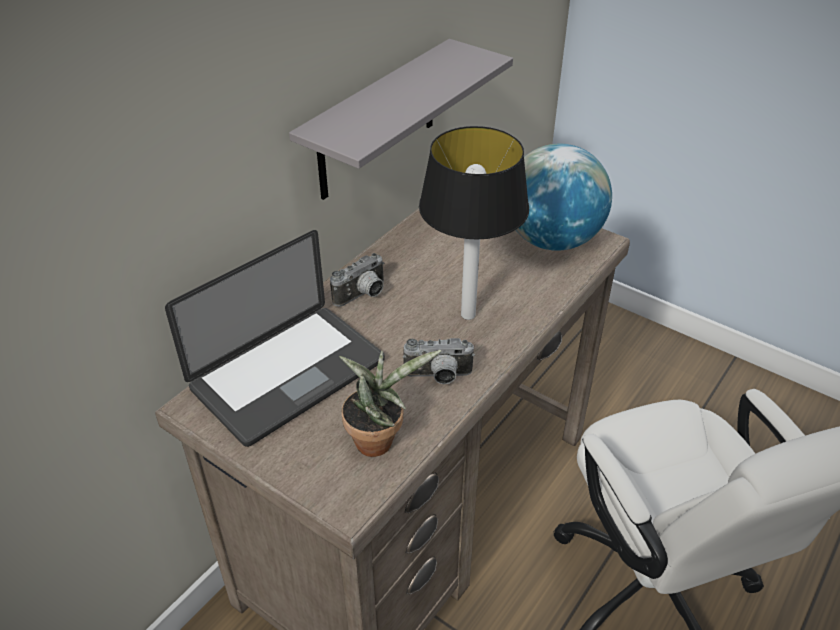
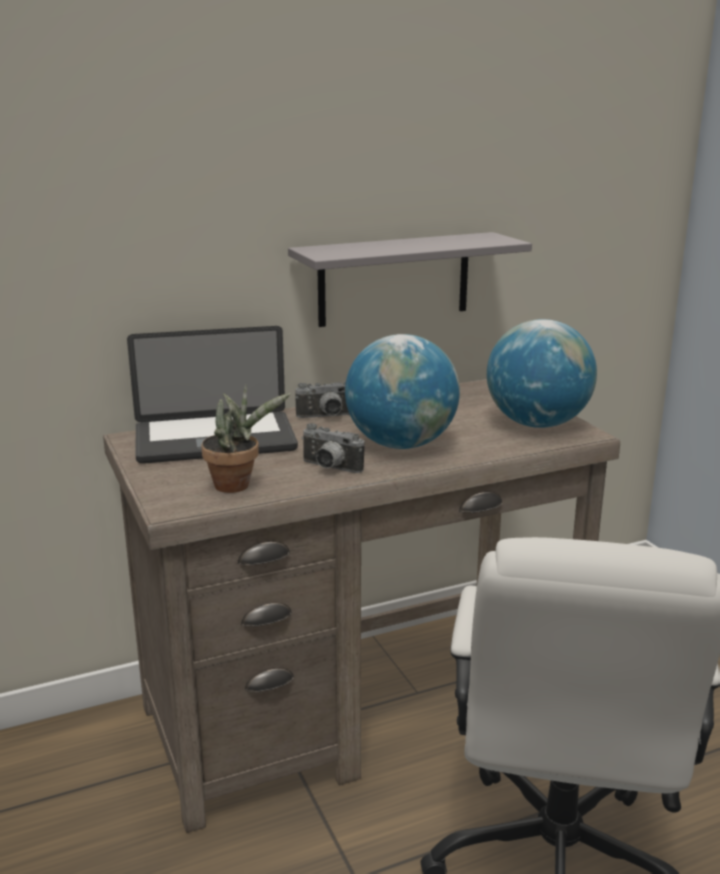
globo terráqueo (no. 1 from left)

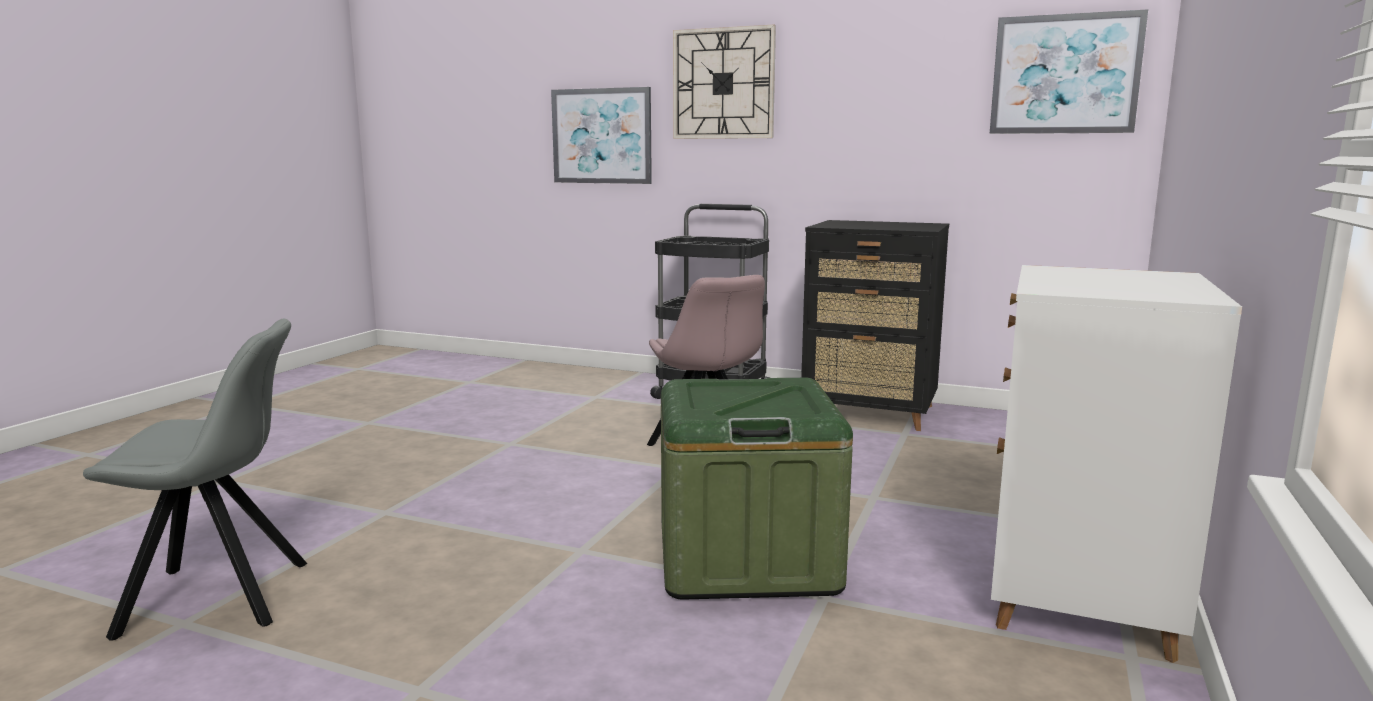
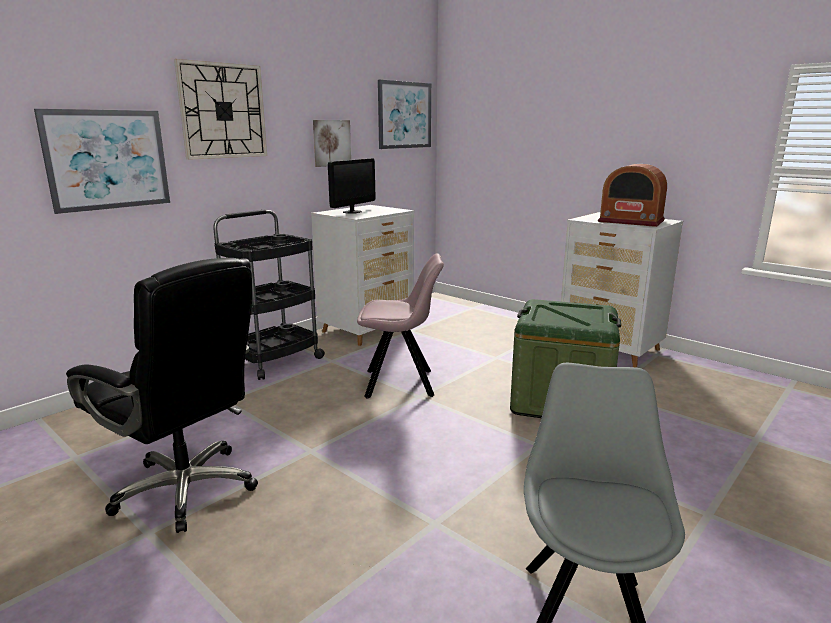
silla de oficina (negro)
cómoda (blanco) (no. 1 from left)
cuadro (no. 2 from left)
monitor
radio

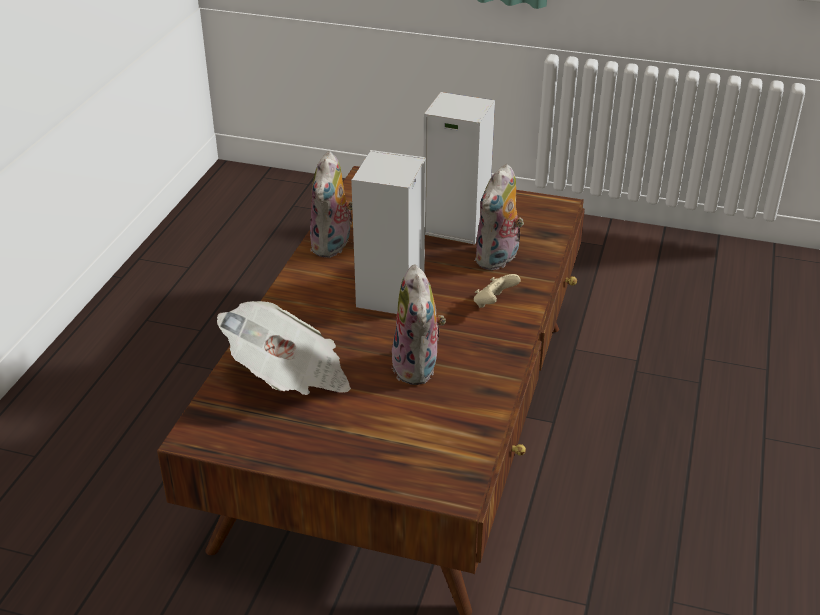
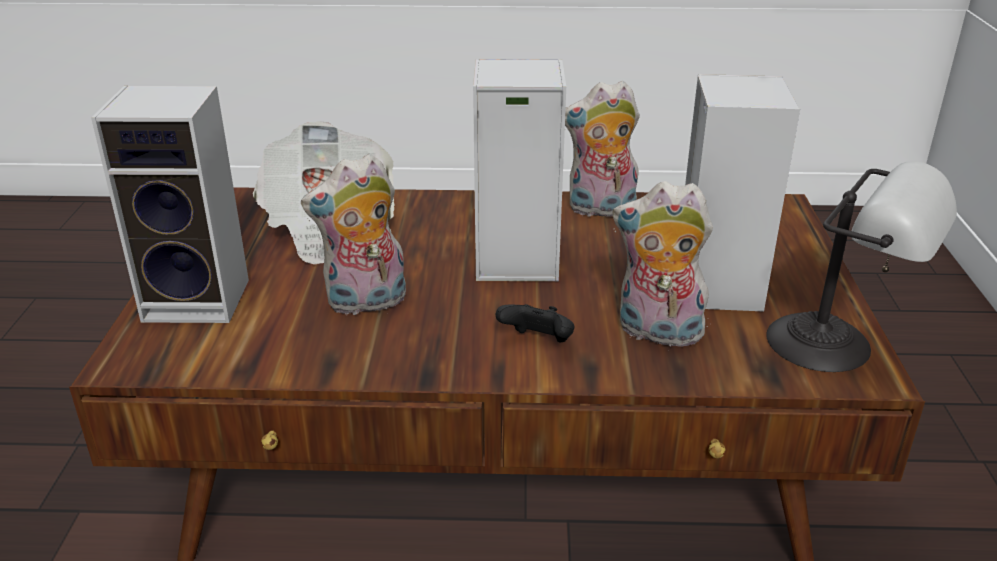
altavoz (no. 1 from left)
mando de consola (negro)
lámpara de mesa

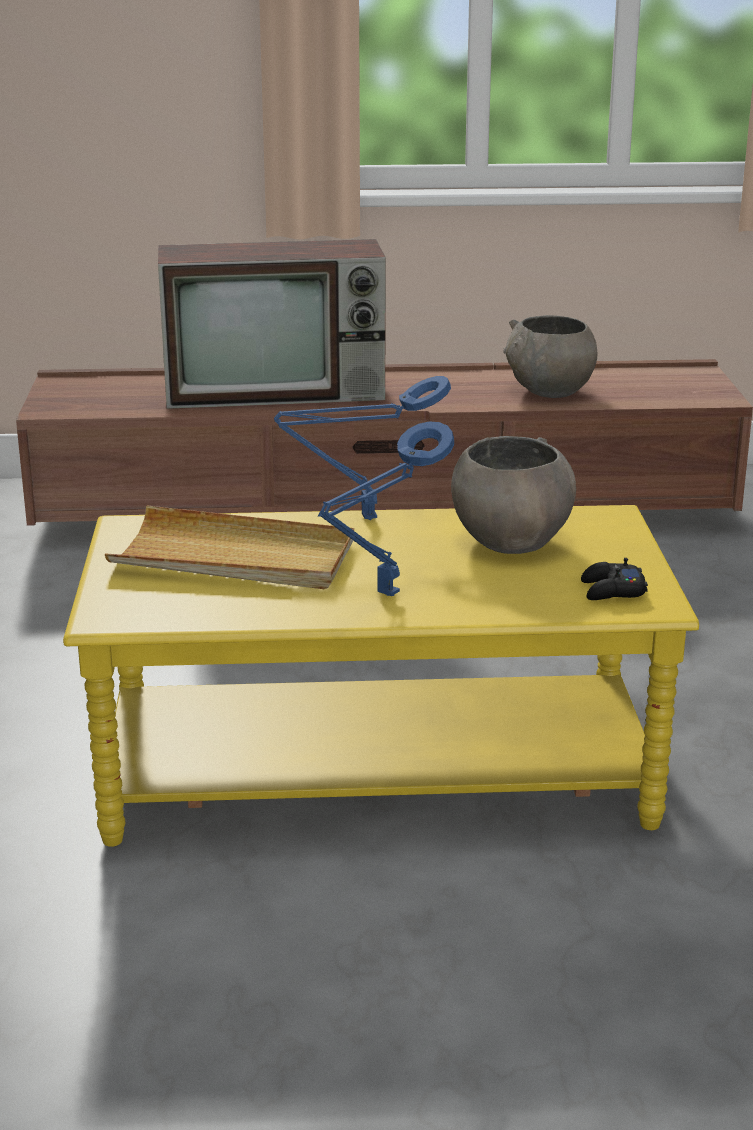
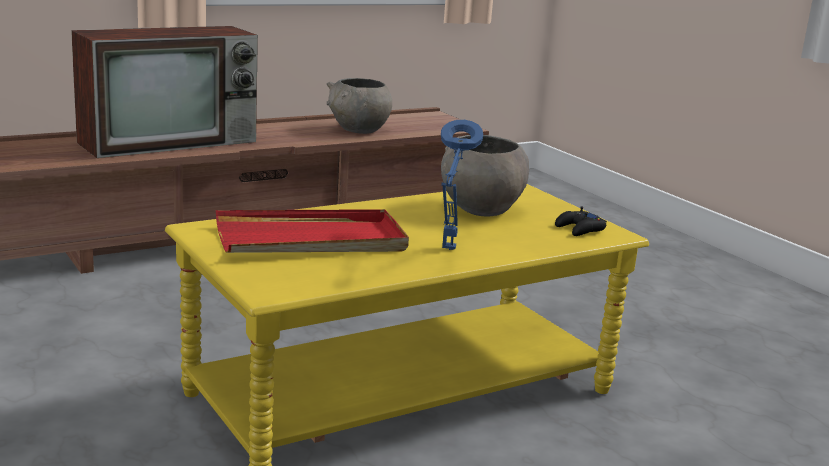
bandeja (rojo)
lámpara de mesa (azul) (no. 1 from left in the first image)

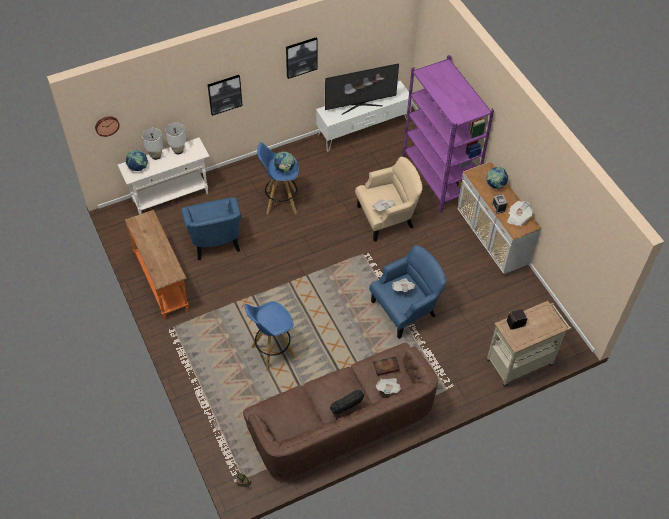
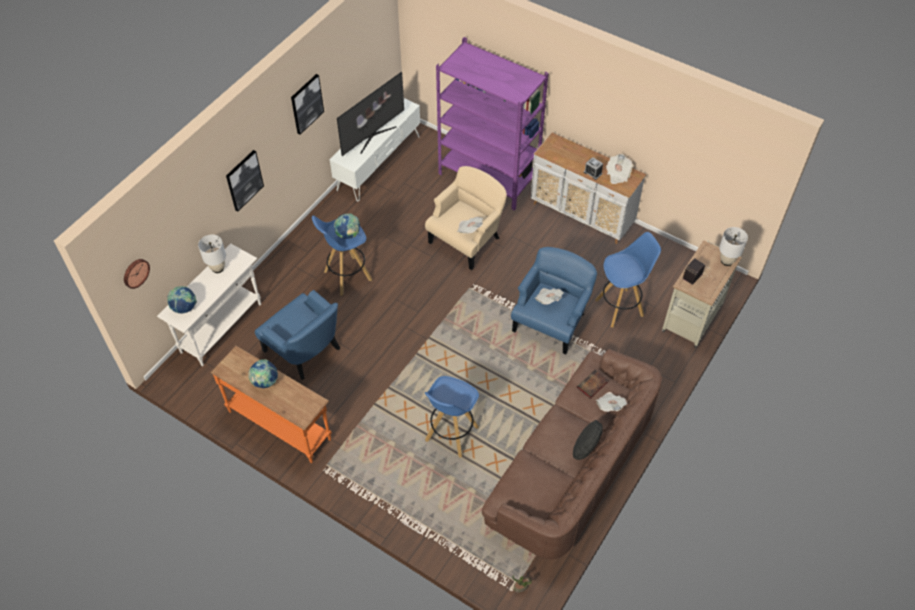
globo terráqueo (no. 2 from left)
taburete (azul) (no. 3 from left)
lámpara de mesa (blanco) (no. 2 from left)

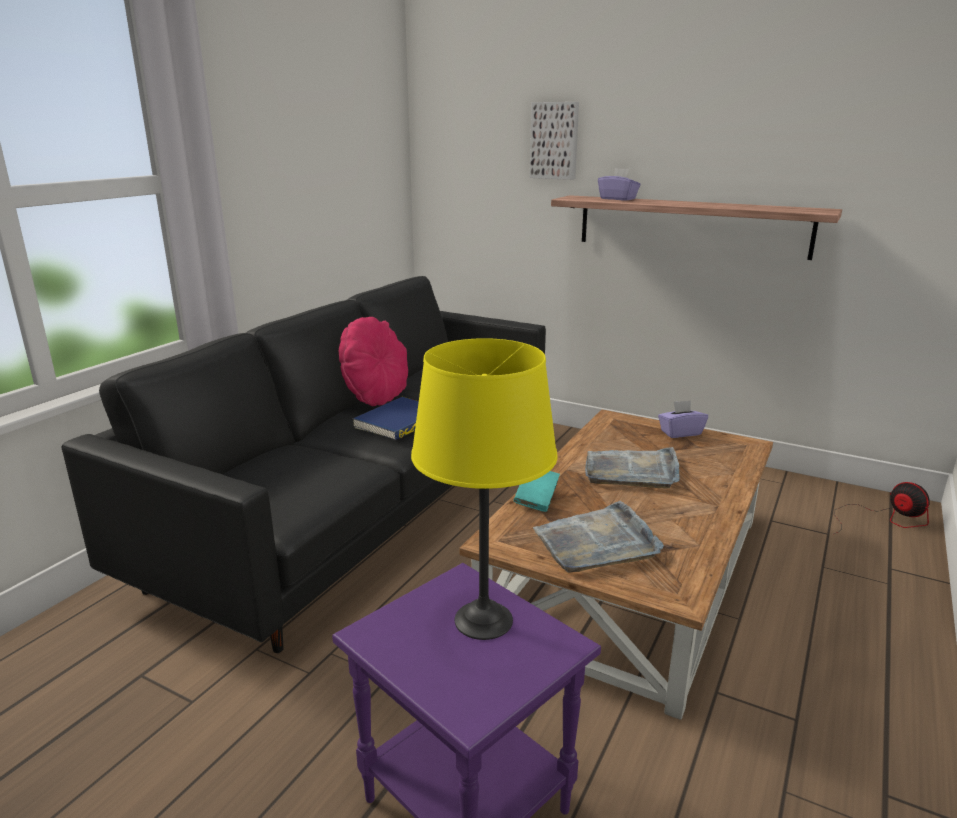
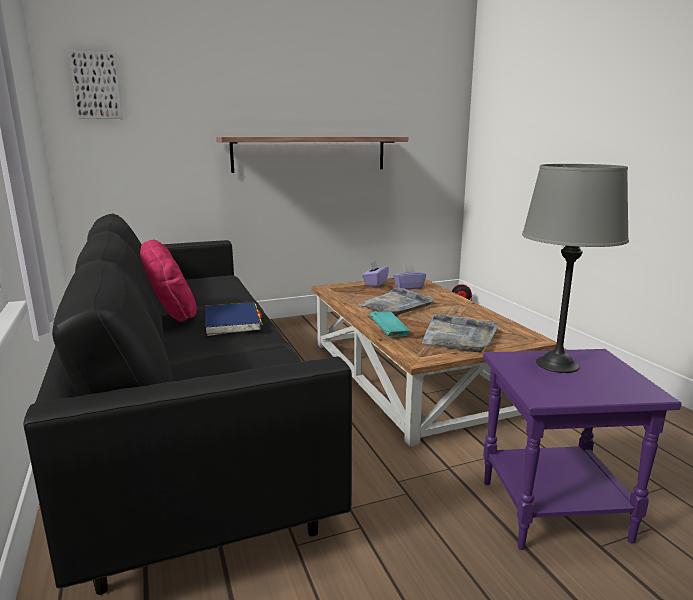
cuadro
caja de pañuelos (morado) (no. 2 from left)
lámpara de mesa (gris)

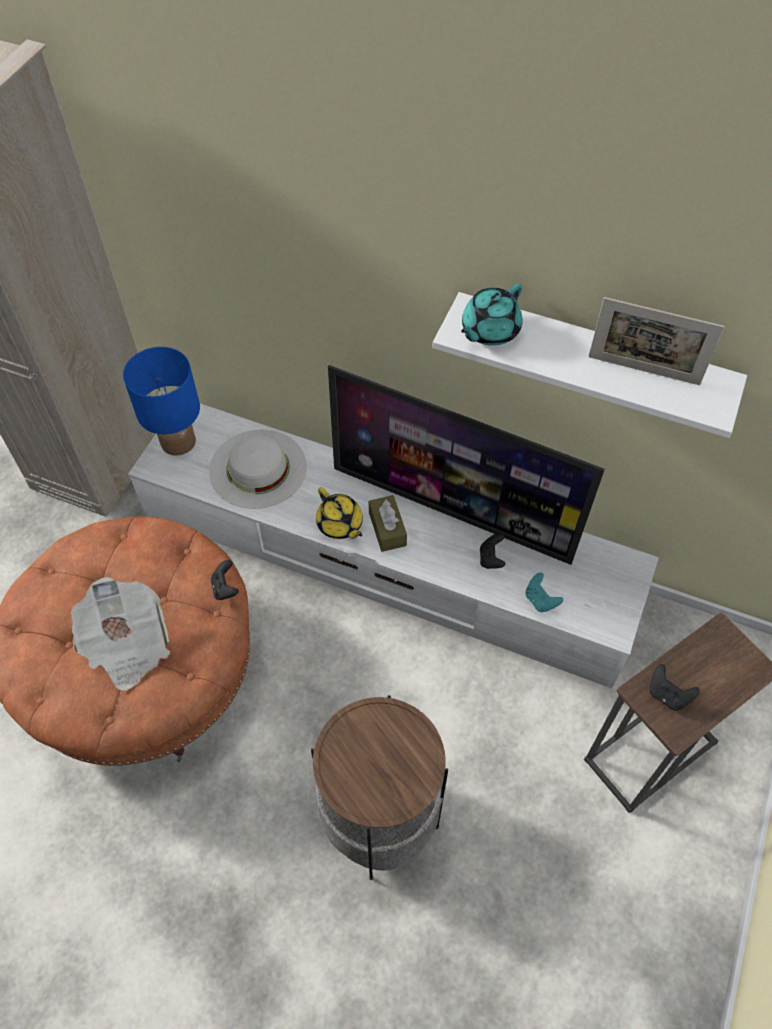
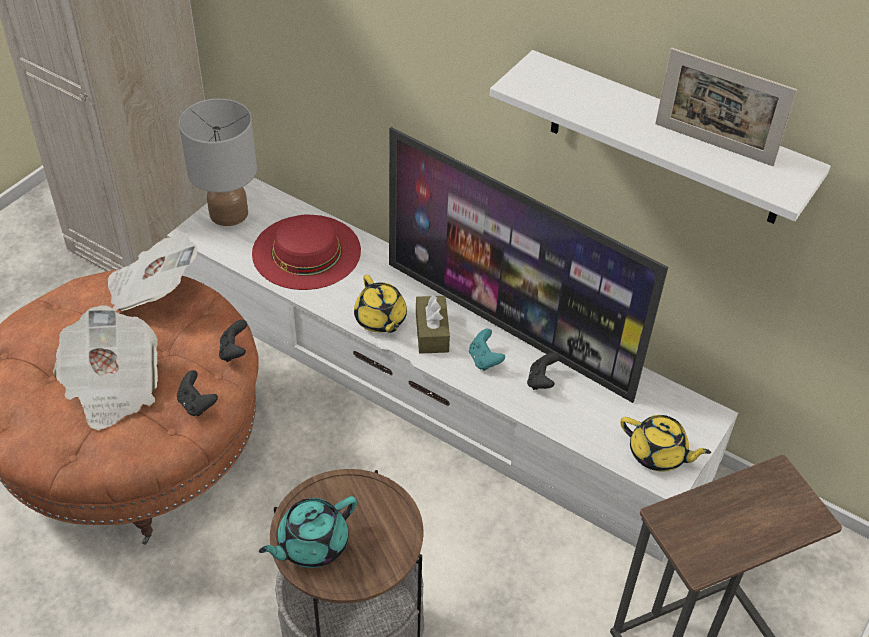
periódico (no. 2 from left)
mando de consola (negro) (no. 1 from left)
lámpara de mesa (gris)
sombrero (rojo)
tetera (turquesa)
mando de consola (turquesa)
tetera (amarillo) (no. 2 from left)

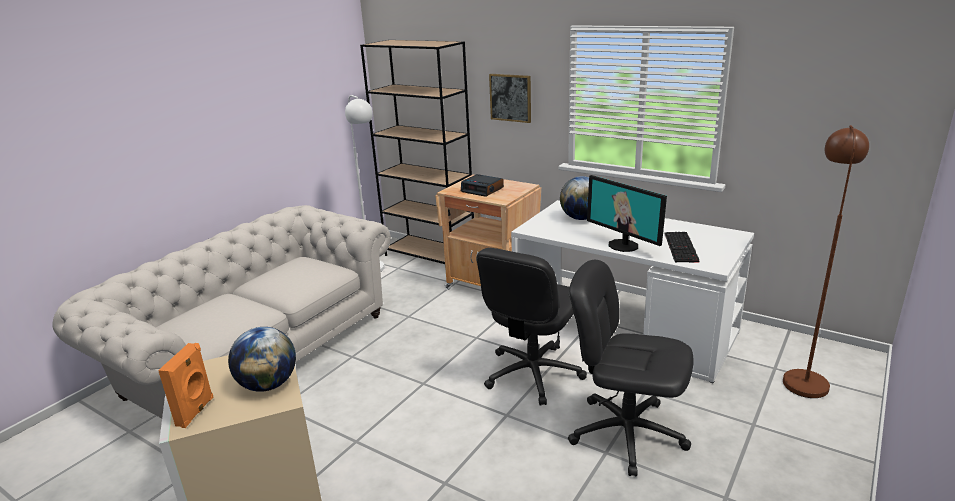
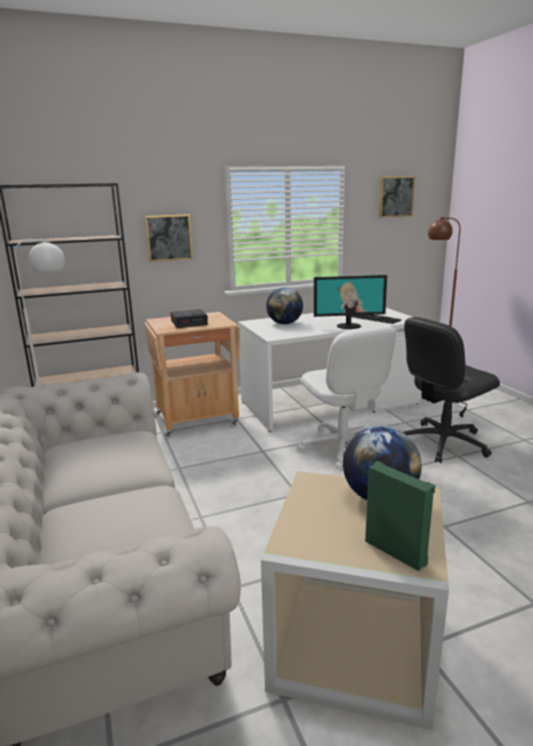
silla de oficina (blanco)
altavoz (verde)
cuadro (no. 2 from left)

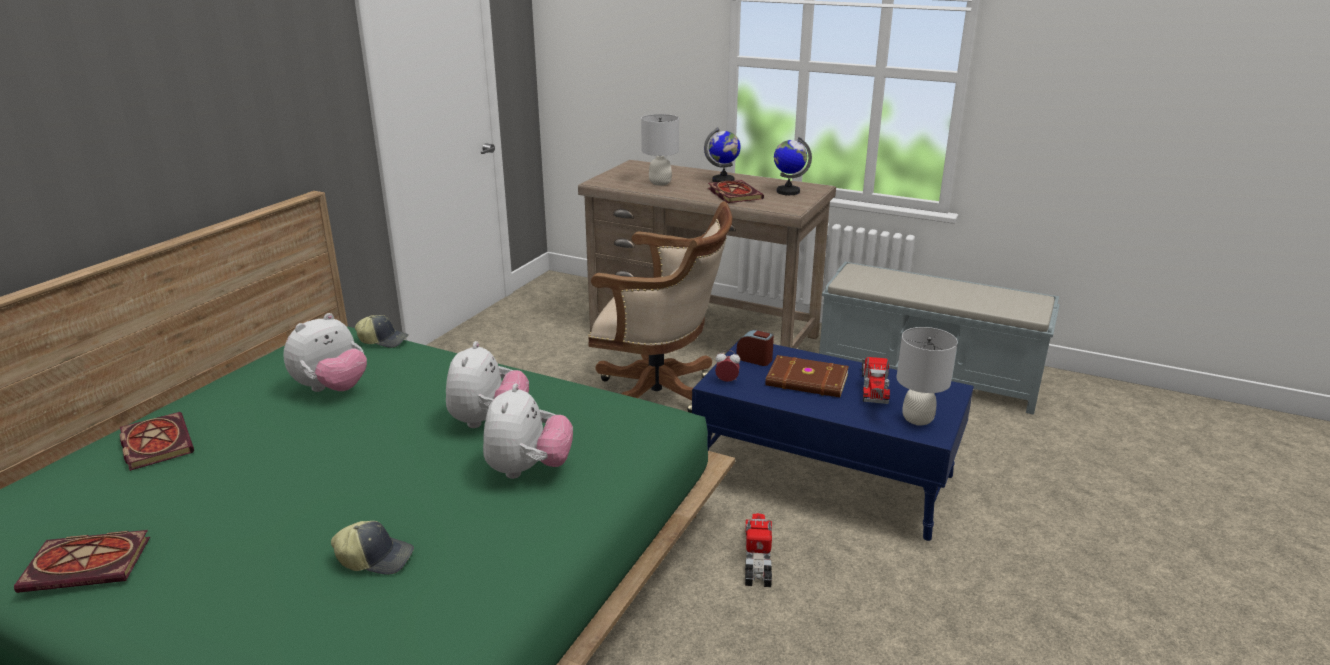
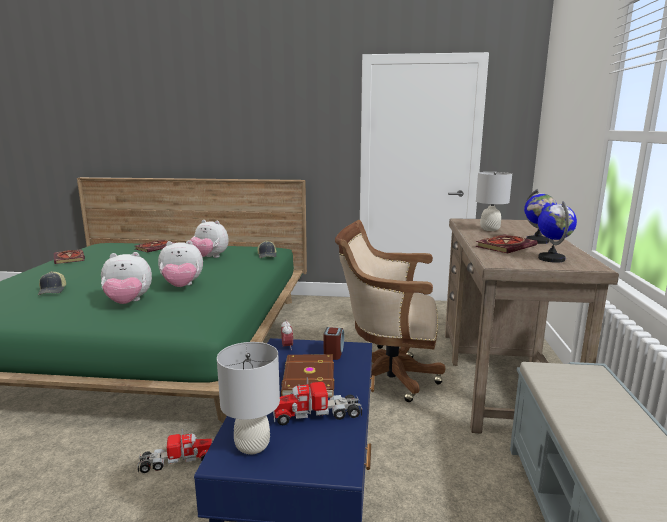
silla de oficina

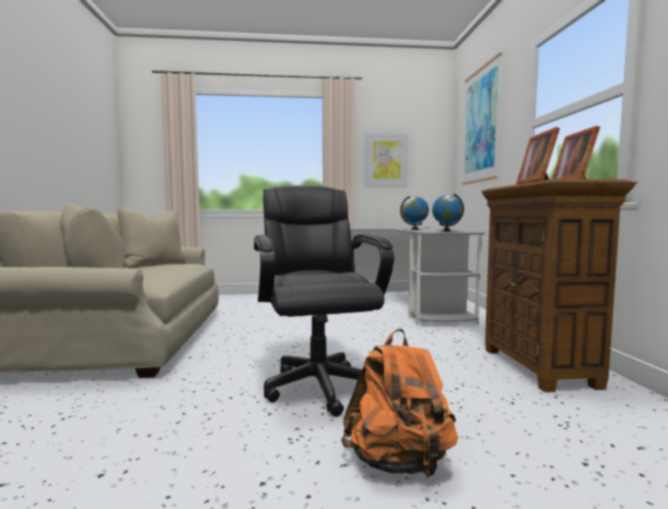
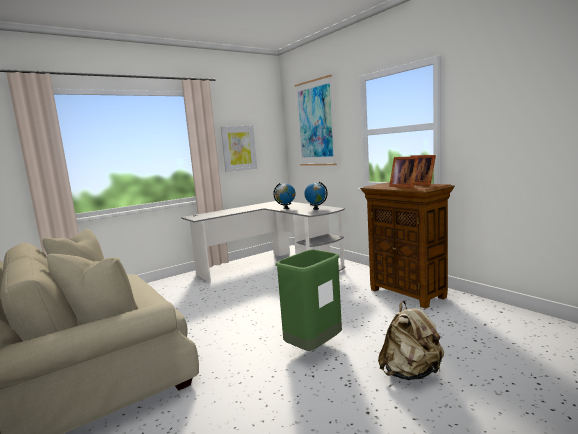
papelera (verde)
mochila (beis)

